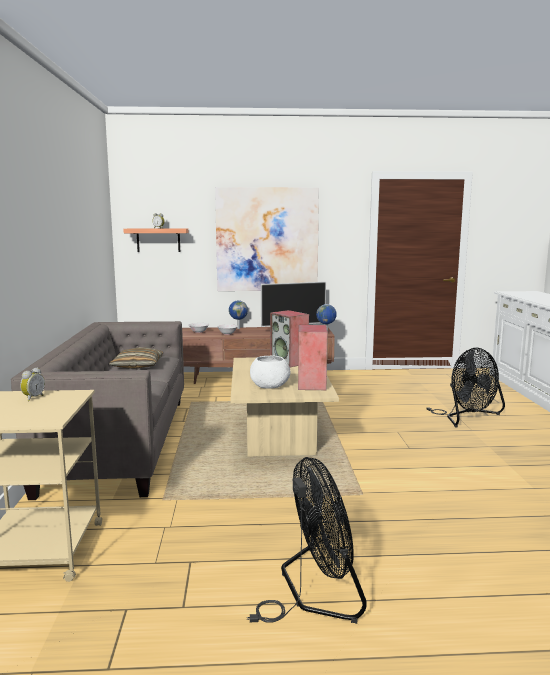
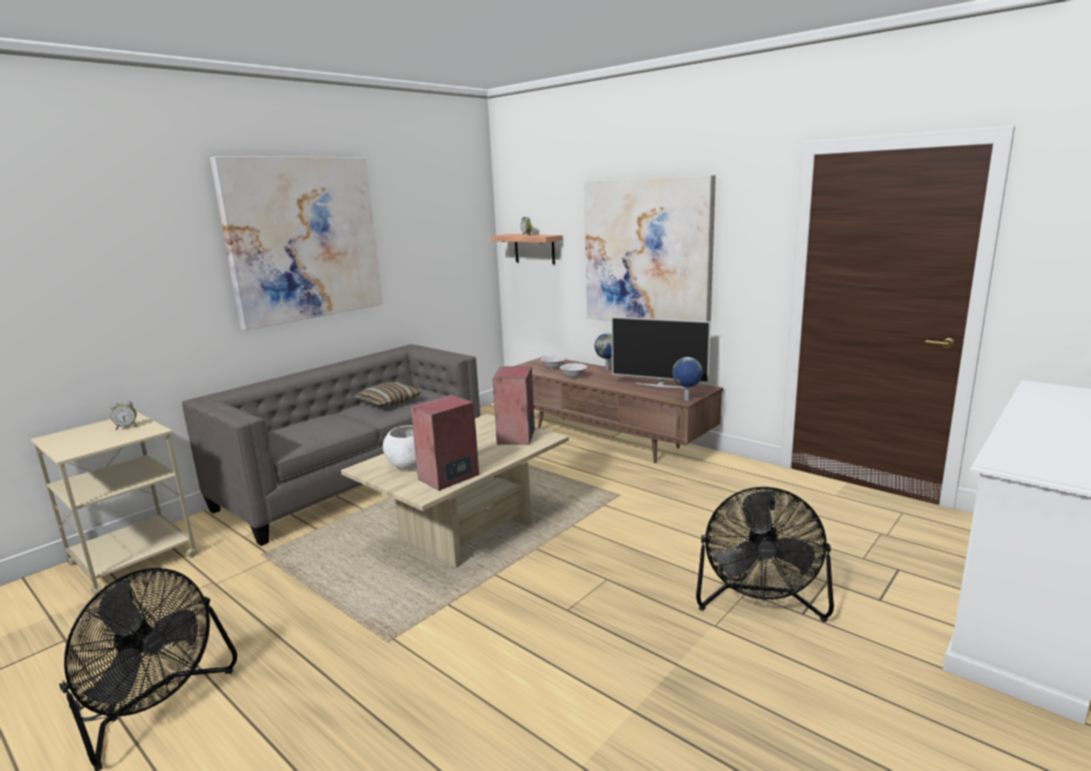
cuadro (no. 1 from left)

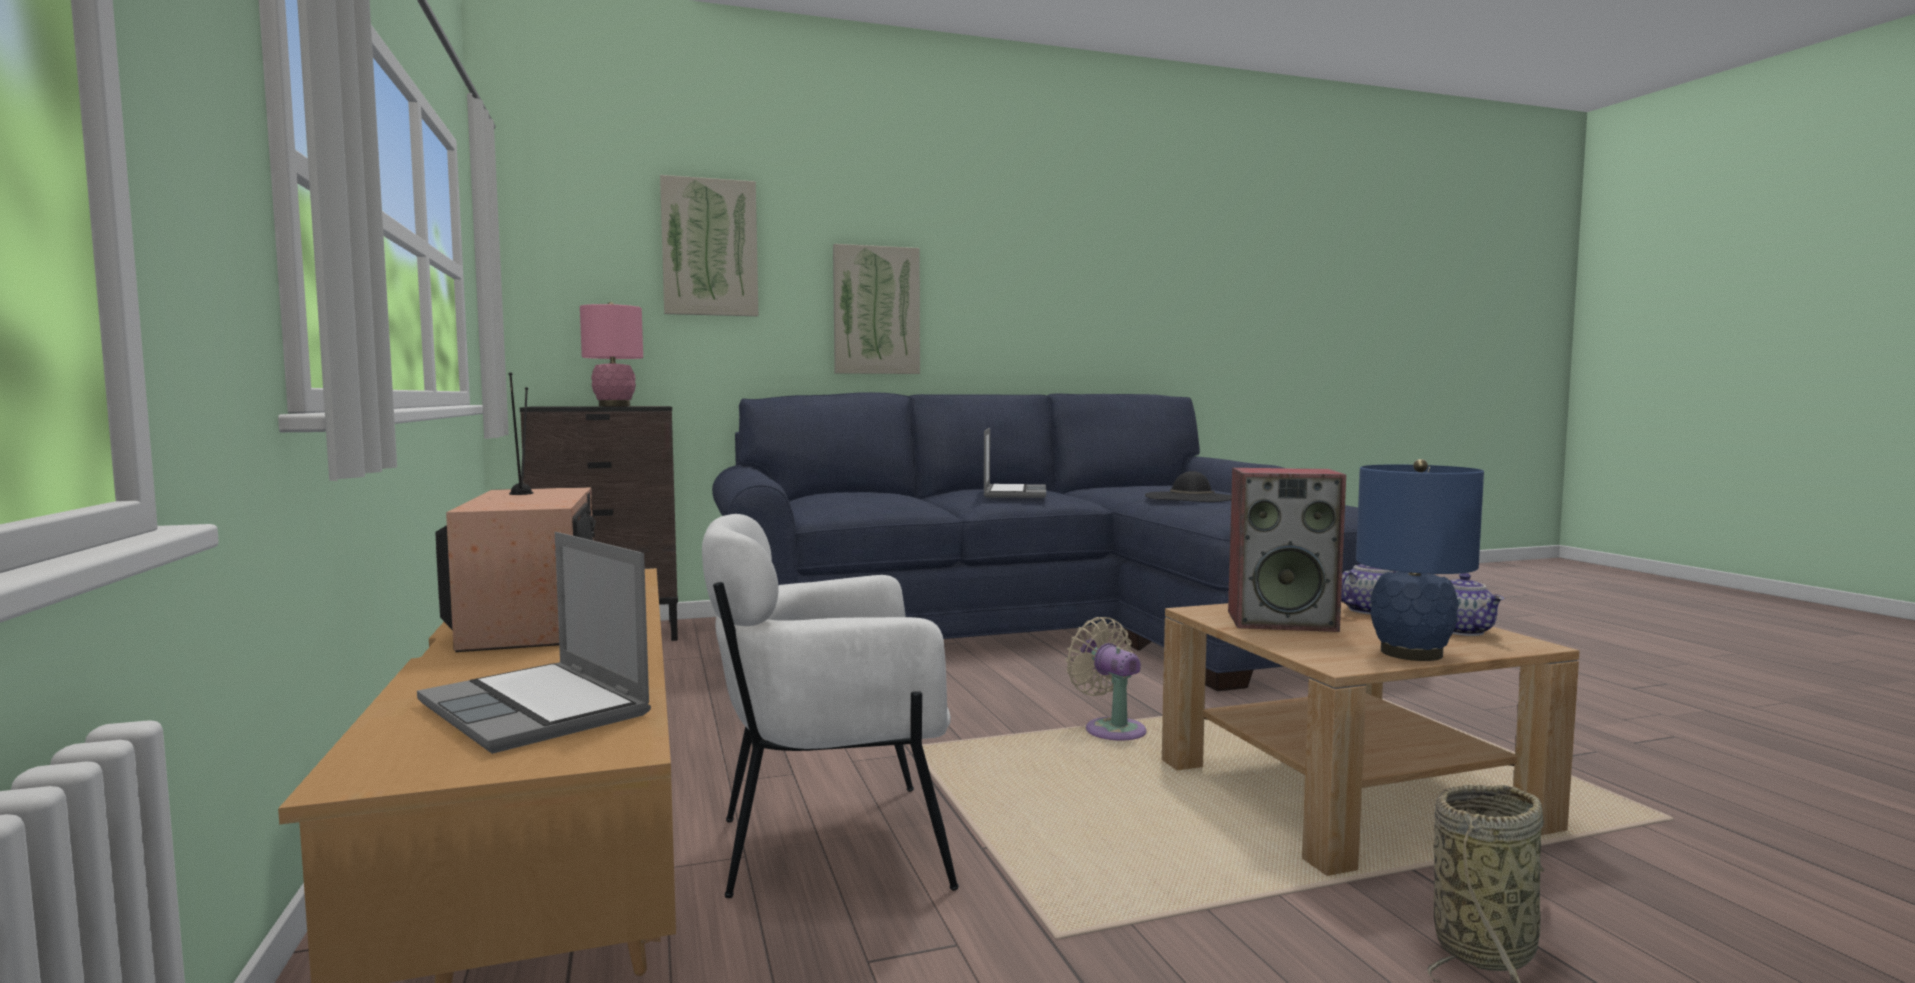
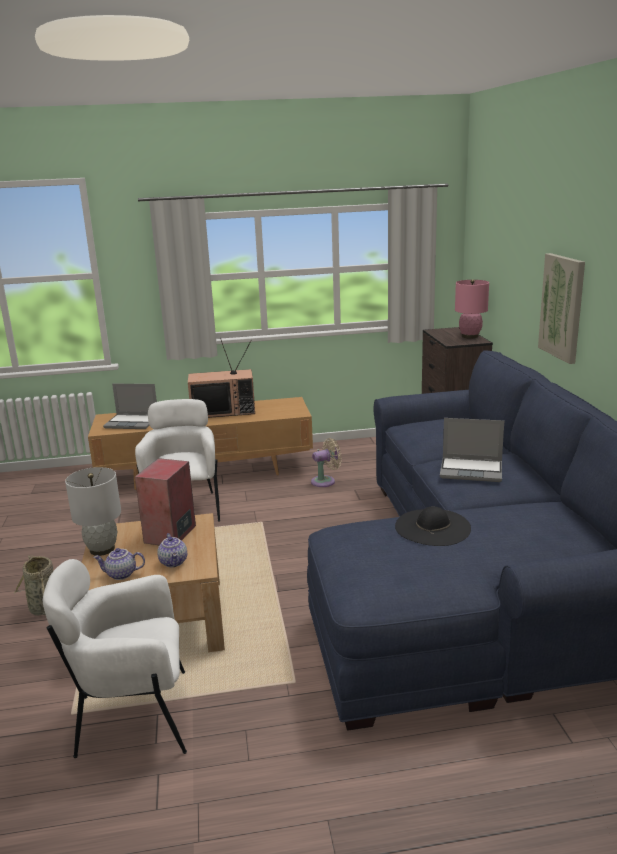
sillón (blanco) (no. 1 from left)
lámpara de mesa (blanco)
portátil (no. 1 from left)
ventilador (beis)
cuadro (no. 1 from left in the first image)

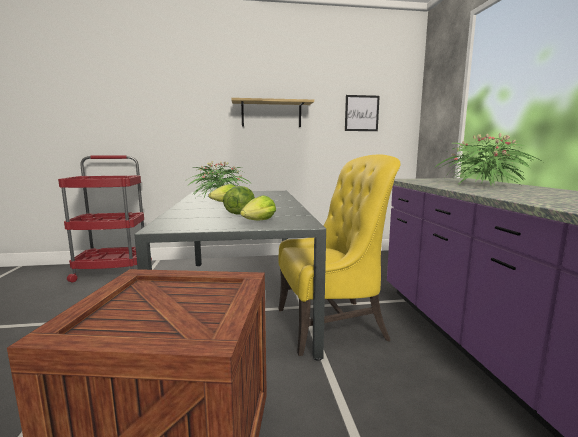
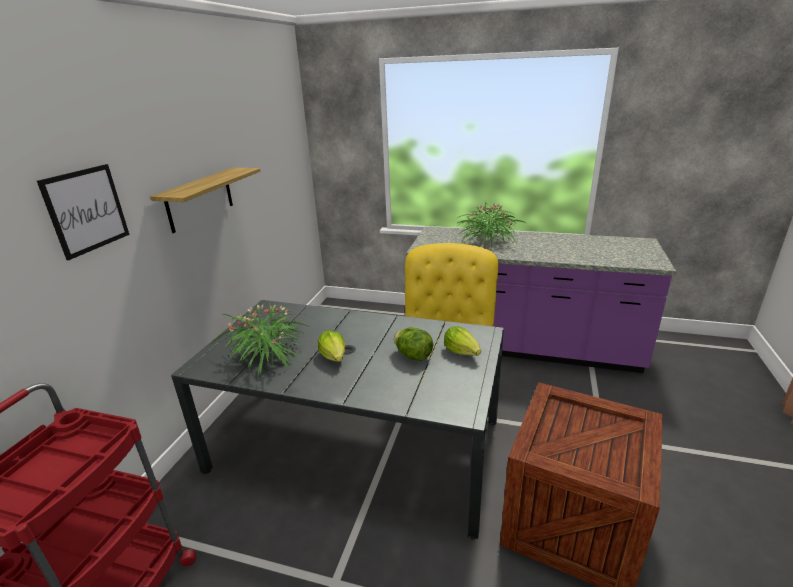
cuadro

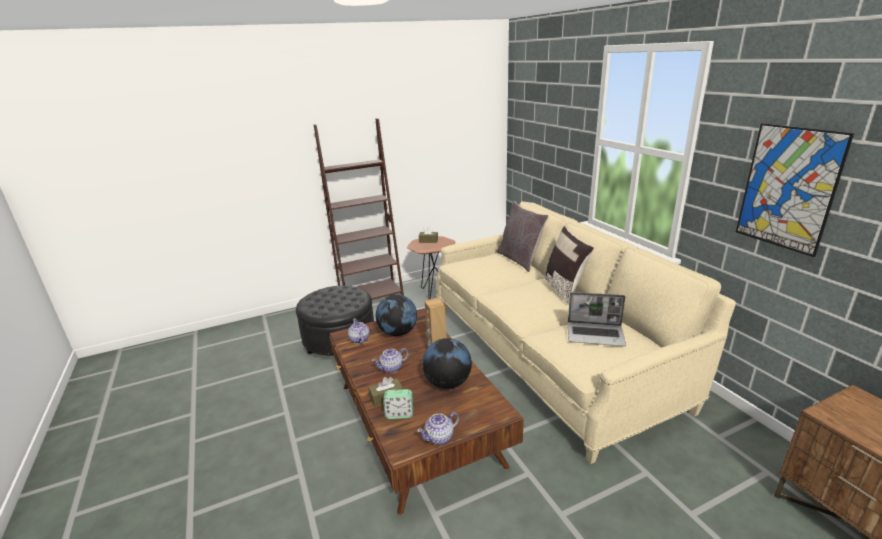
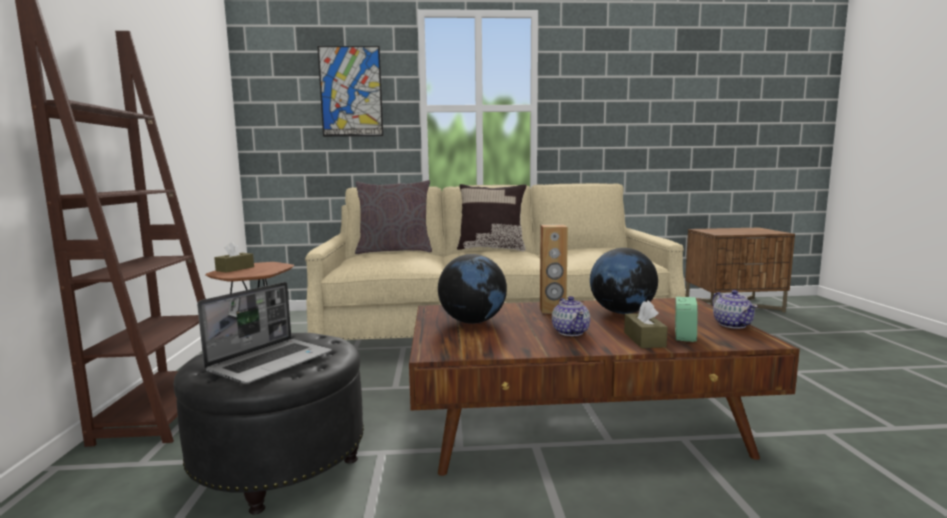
portátil
cuadro
tetera (no. 1 from left in the first image)

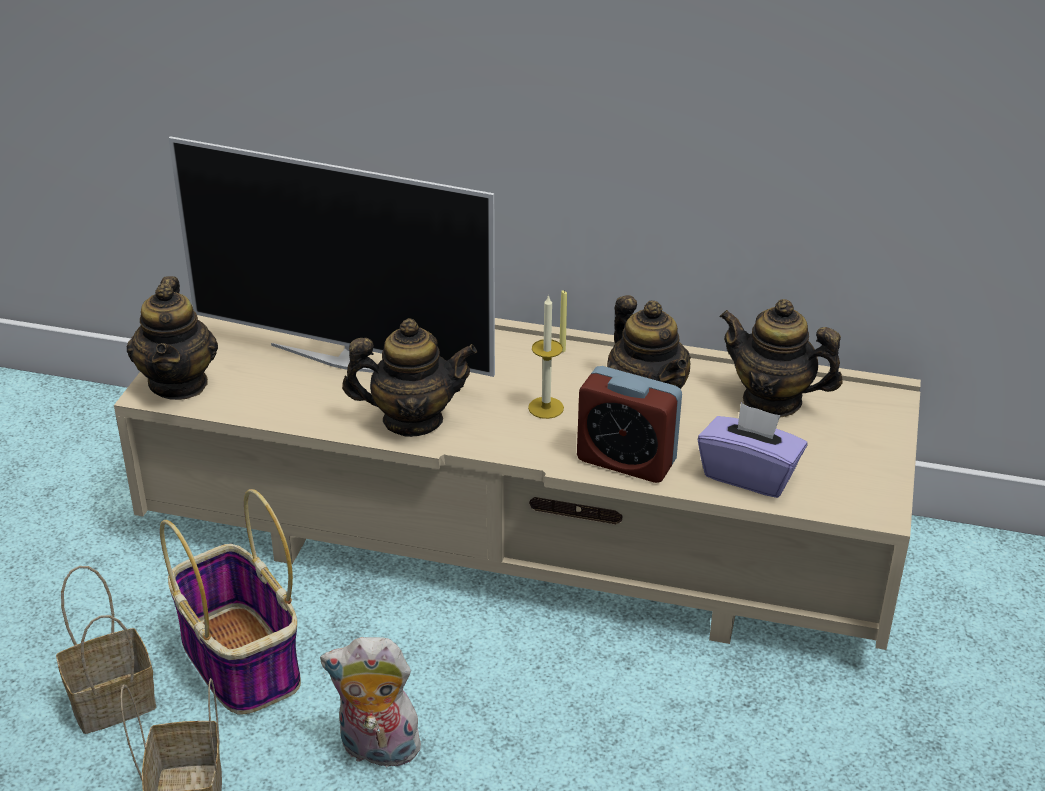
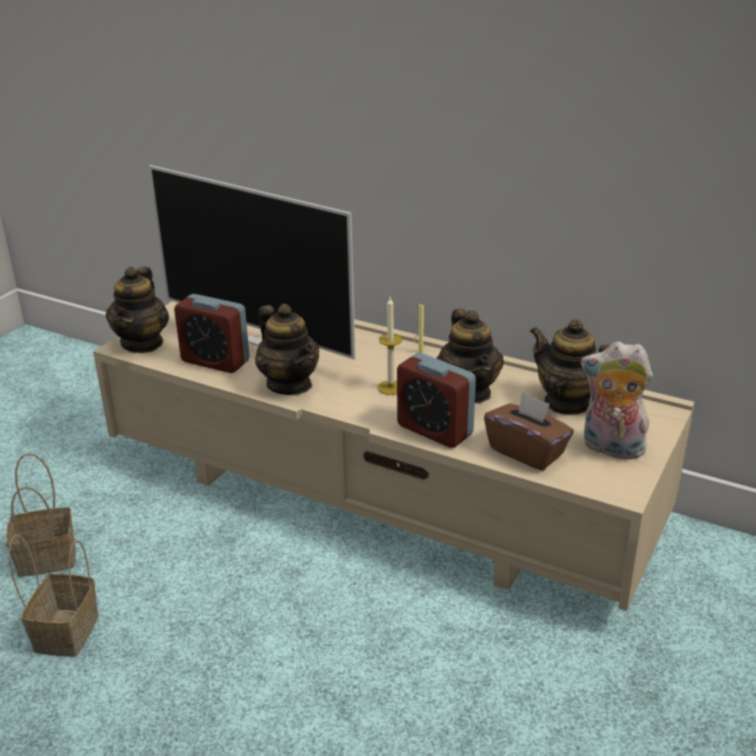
despertador (no. 1 from left)
tetera (no. 2 from left)
caja de pañuelos (marrón)
peluche
cesta (no. 3 from left in the first image)

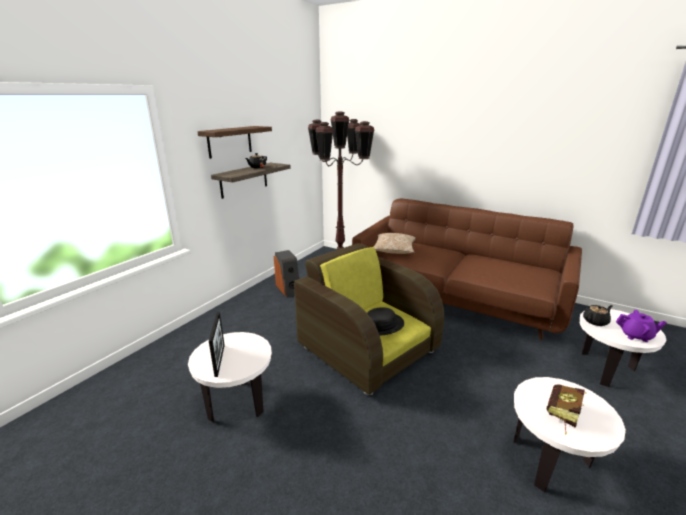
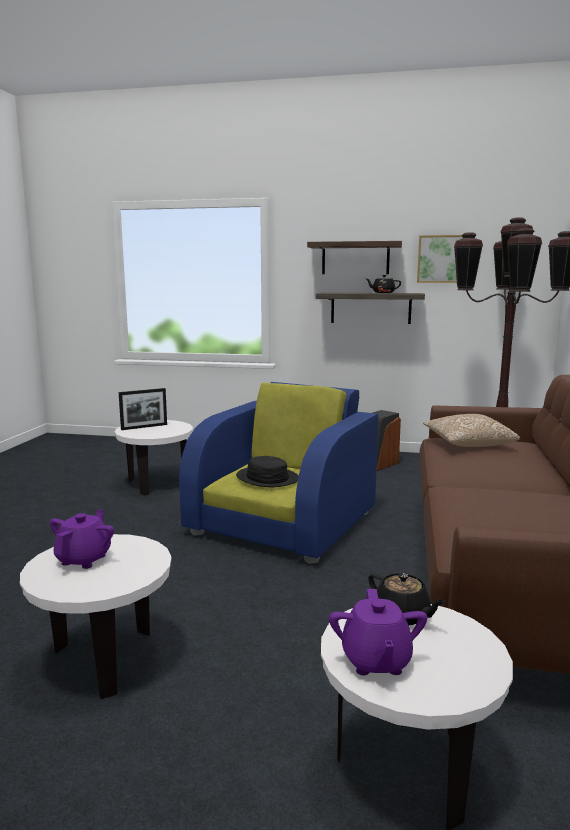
tetera (morado) (no. 1 from left)
sillón (azul)
cuadro

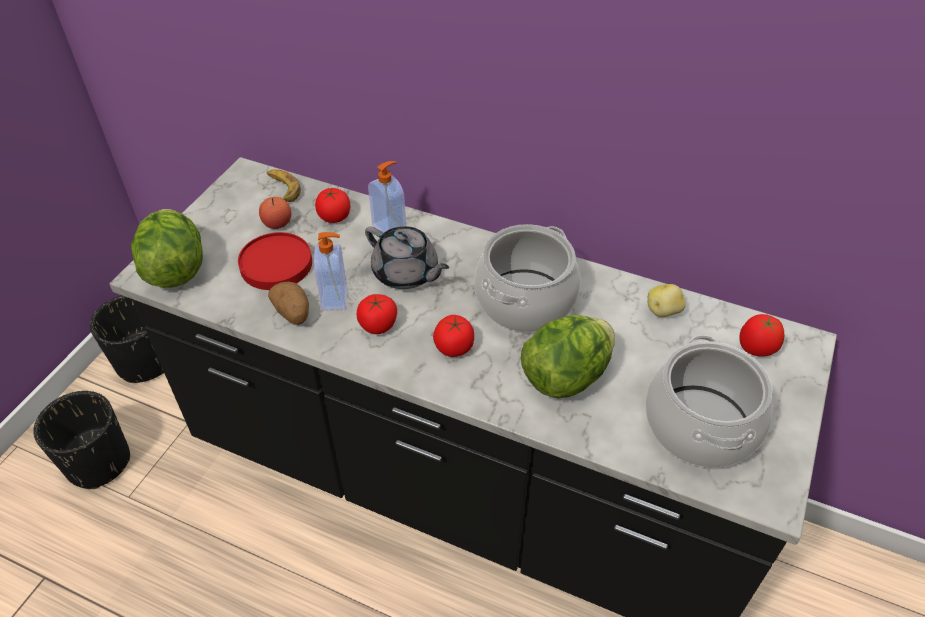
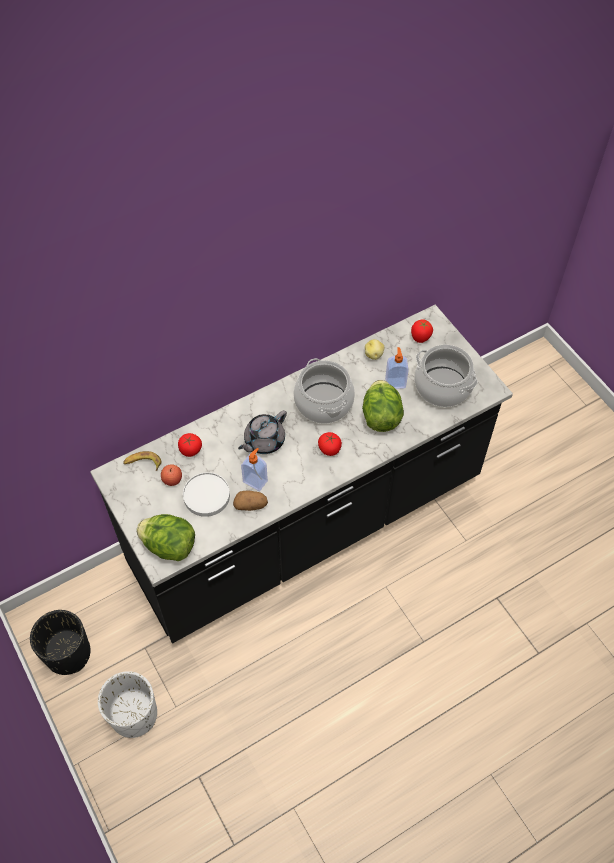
maceta (blanco)
plato (blanco)
tetera (gris)
dispensador de jabón (no. 2 from left)
tomate (no. 2 from left in the first image)

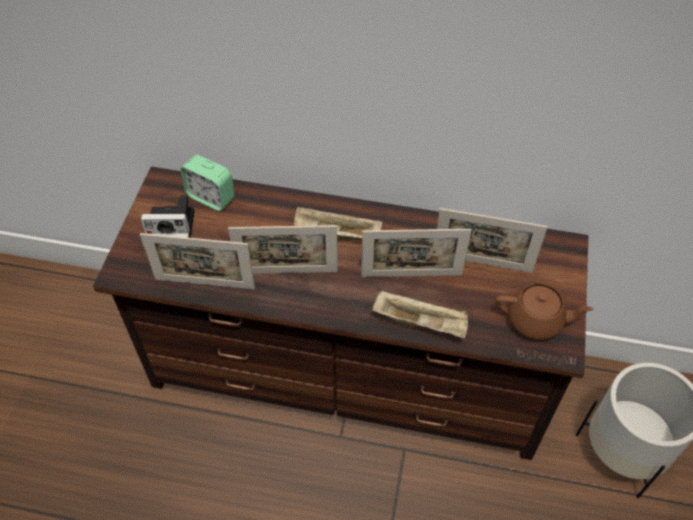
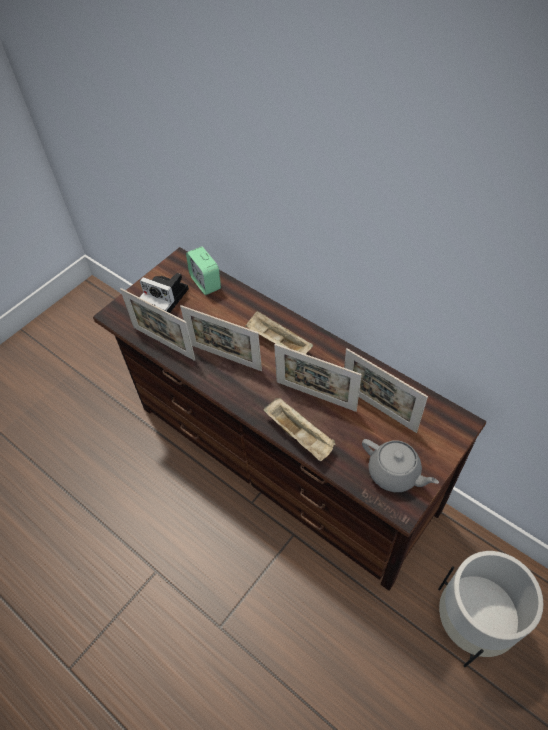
tetera (gris)

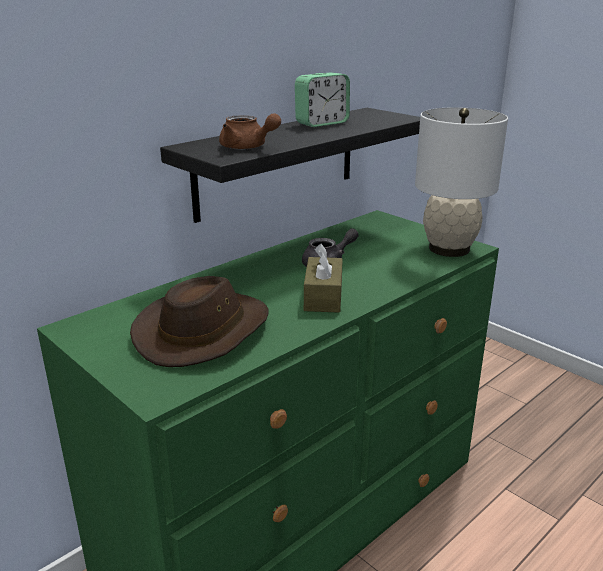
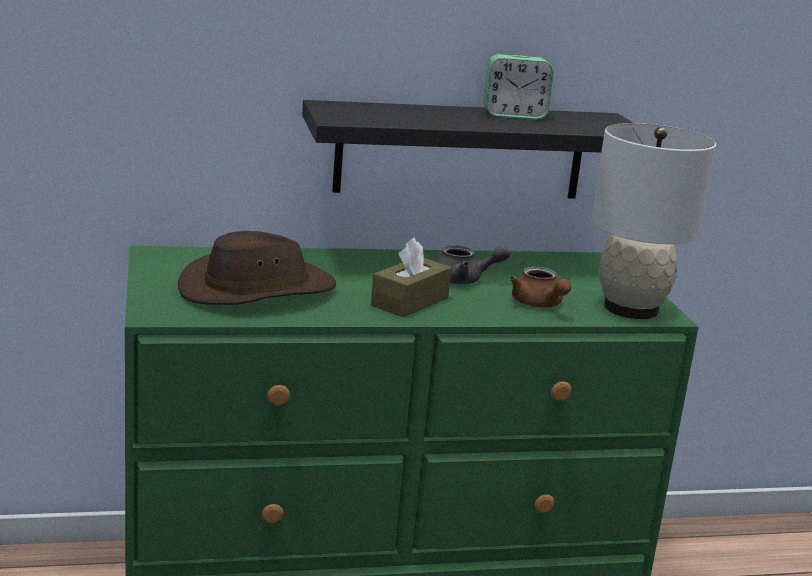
tetera (marrón)

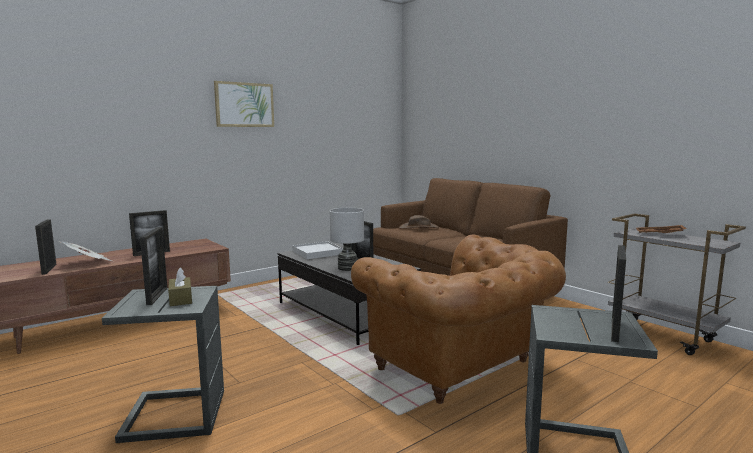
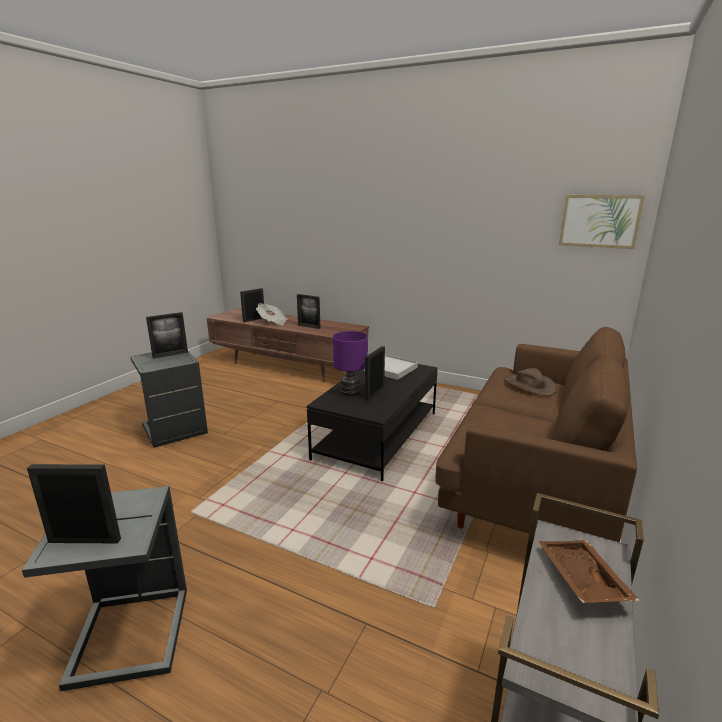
lámpara de mesa (morado)
cuadro
caja de pañuelos (marrón)
sillón (marrón)

